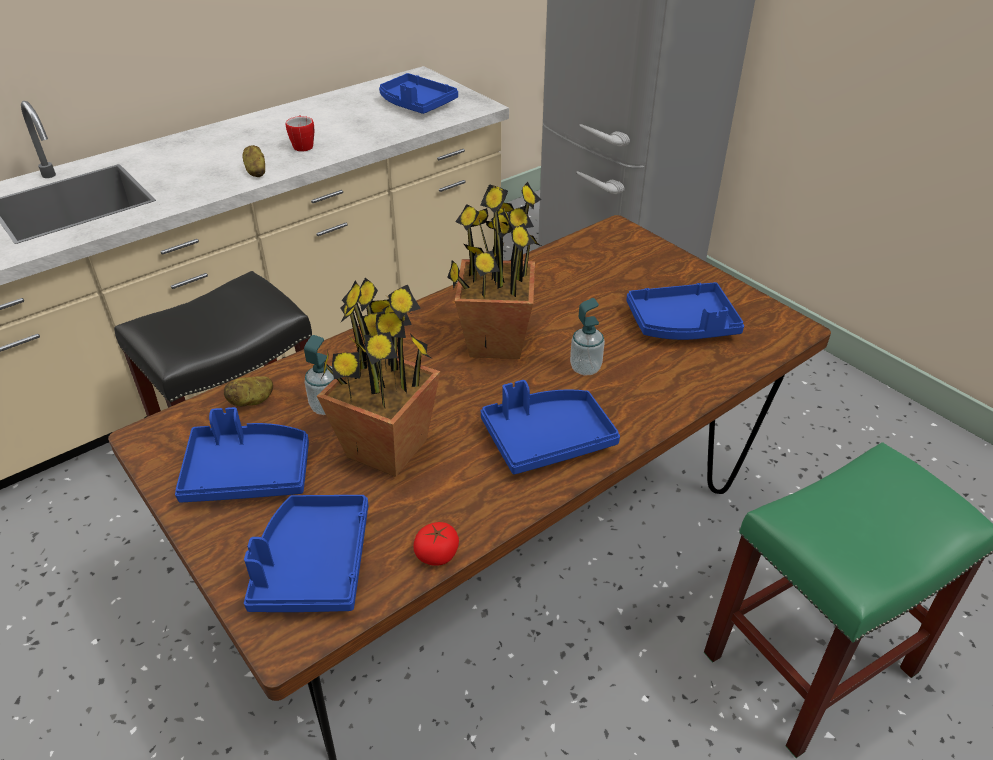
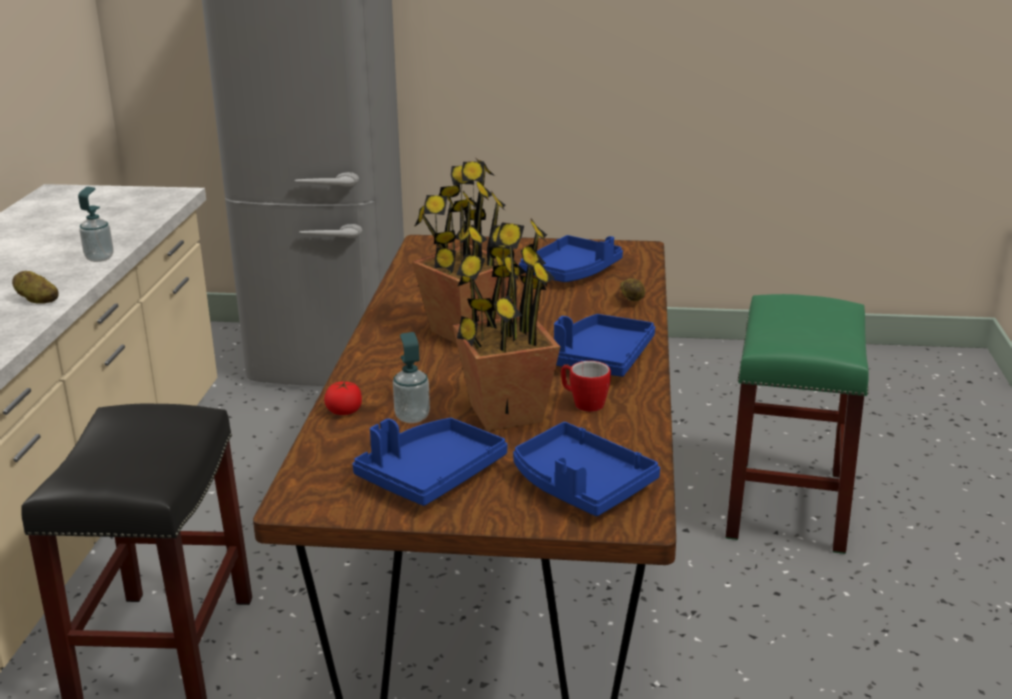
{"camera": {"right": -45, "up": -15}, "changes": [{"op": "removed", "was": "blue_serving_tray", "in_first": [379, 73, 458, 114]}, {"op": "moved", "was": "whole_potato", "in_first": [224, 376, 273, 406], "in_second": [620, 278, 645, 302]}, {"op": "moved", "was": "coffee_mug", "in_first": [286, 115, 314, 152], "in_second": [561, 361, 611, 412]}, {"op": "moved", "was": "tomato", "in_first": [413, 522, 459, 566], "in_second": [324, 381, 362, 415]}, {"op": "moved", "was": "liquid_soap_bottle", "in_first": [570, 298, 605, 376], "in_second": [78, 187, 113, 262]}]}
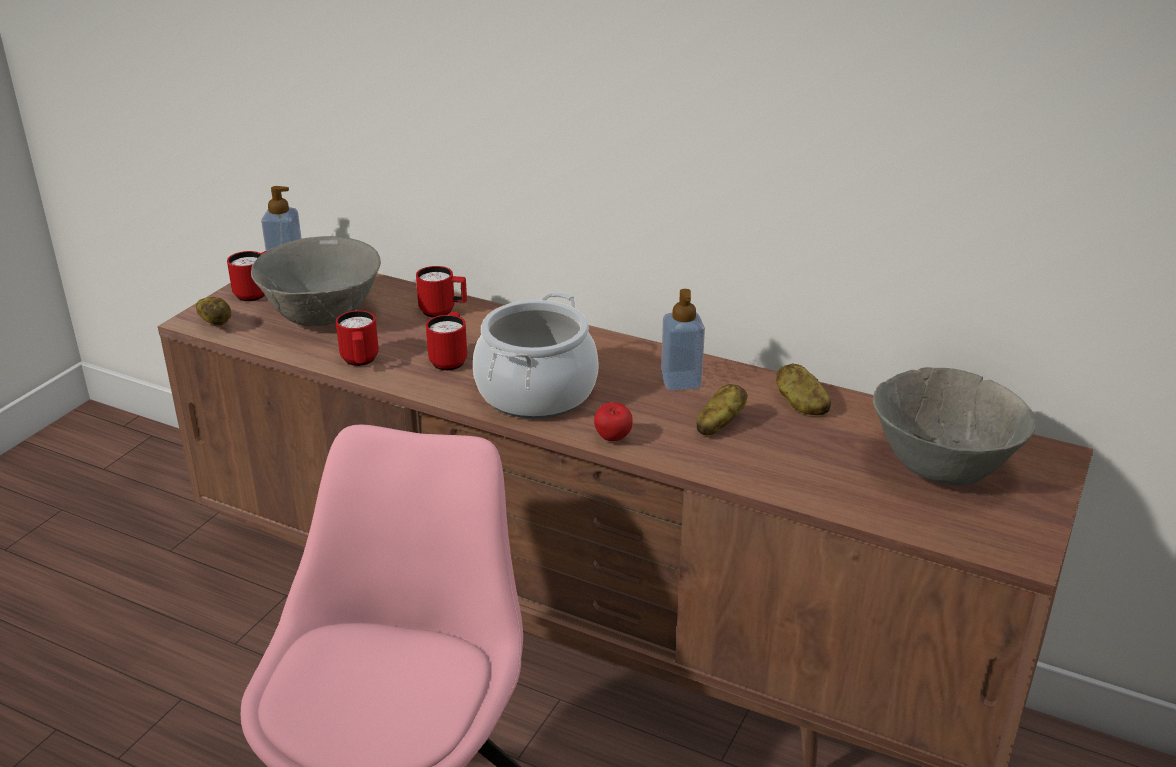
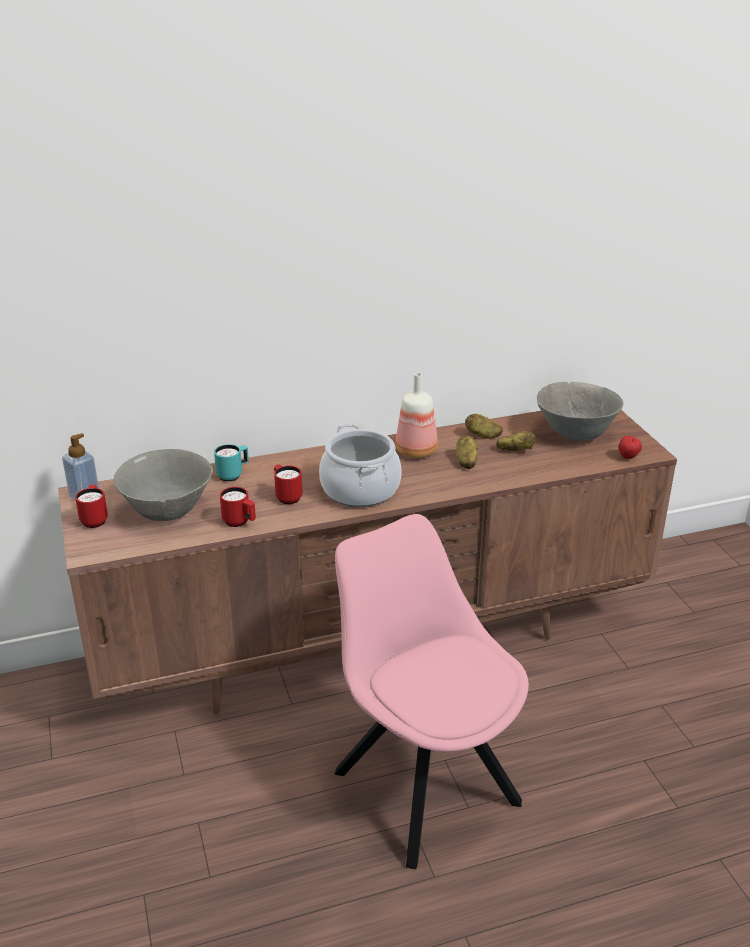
{"camera": {"right": -45, "up": 0}, "changes": [{"op": "moved", "was": "whole_potato", "in_first": [196, 297, 231, 326], "in_second": [496, 431, 536, 451]}, {"op": "moved", "was": "apple_fruit", "in_first": [594, 402, 633, 441], "in_second": [619, 436, 642, 459]}, {"op": "replaced", "was": "liquid_soap_bottle", "now": "bottle", "in_first": [661, 289, 705, 391], "in_second": [396, 373, 438, 458]}, {"op": "recoloured", "was": "red-coloured_coffee_mug", "now": "turquoise_coffee_mug", "in_first": [416, 266, 467, 317], "in_second": [214, 444, 249, 482]}]}
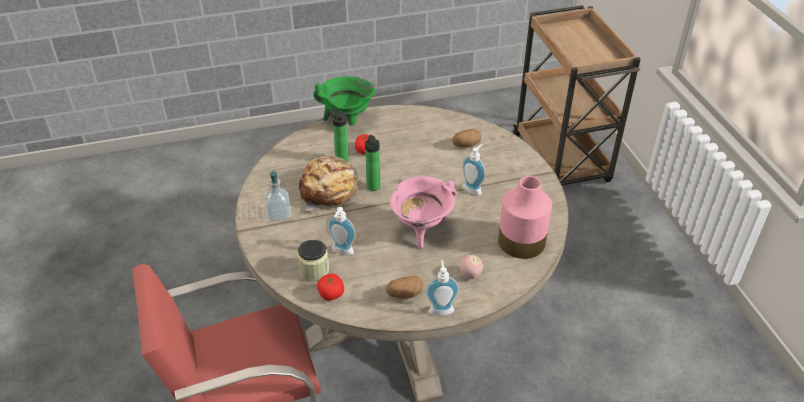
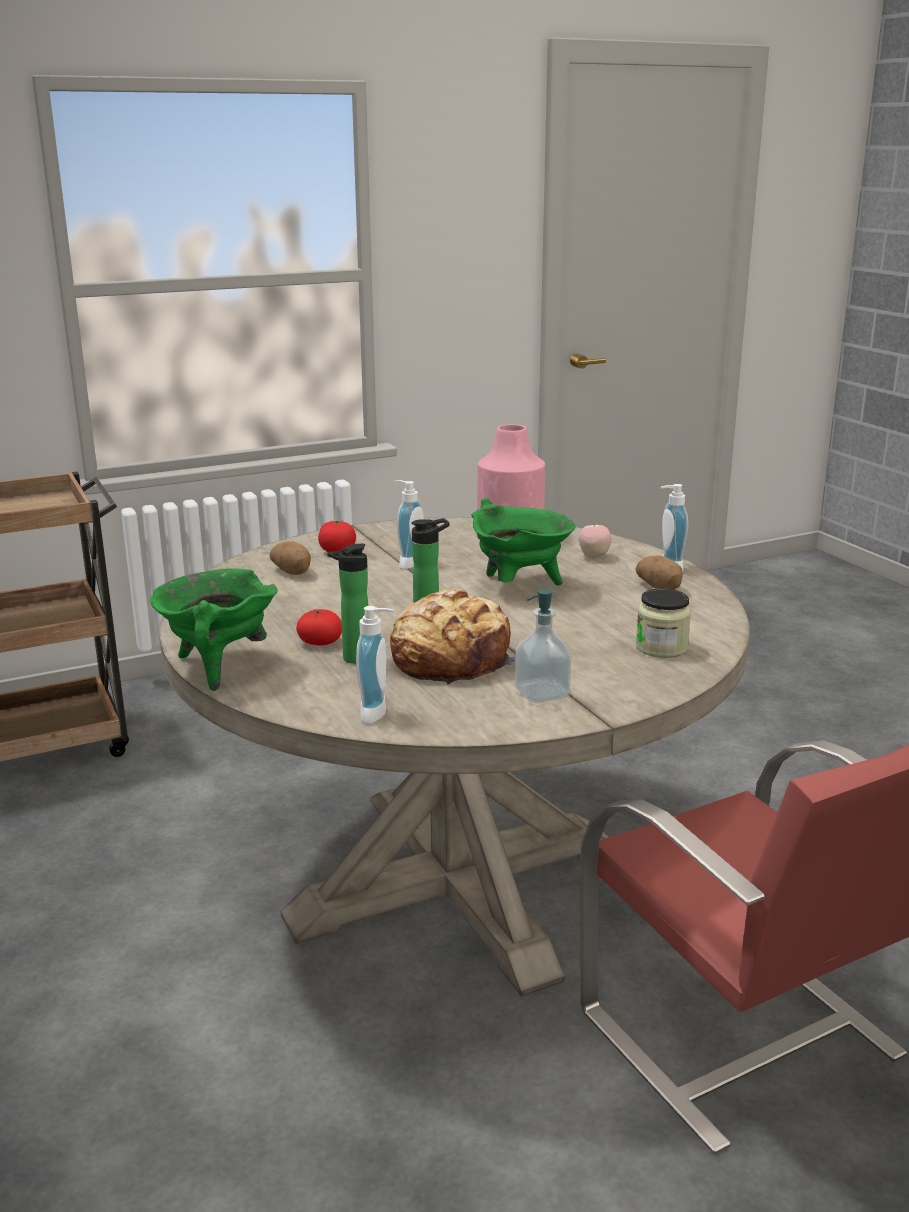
{"camera": {"right": -100, "up": -20}, "changes": [{"op": "moved", "was": "tomato", "in_first": [317, 274, 344, 301], "in_second": [318, 521, 356, 552]}, {"op": "moved", "was": "liquid_soap_bottle", "in_first": [328, 207, 356, 255], "in_second": [356, 606, 394, 724]}, {"op": "recoloured", "was": "pink-coloured_stockpot", "now": "green-coloured_stockpot", "in_first": [390, 176, 457, 248], "in_second": [471, 498, 575, 585]}]}
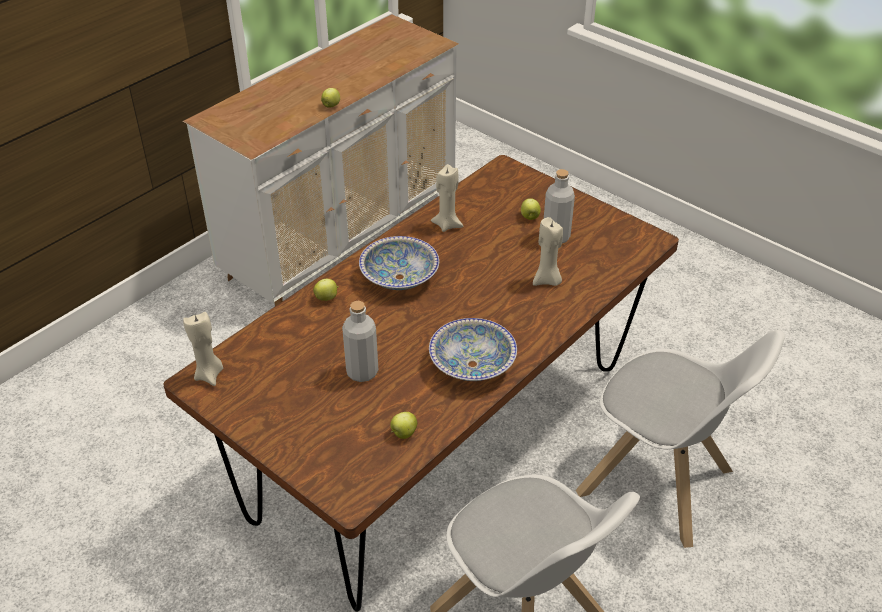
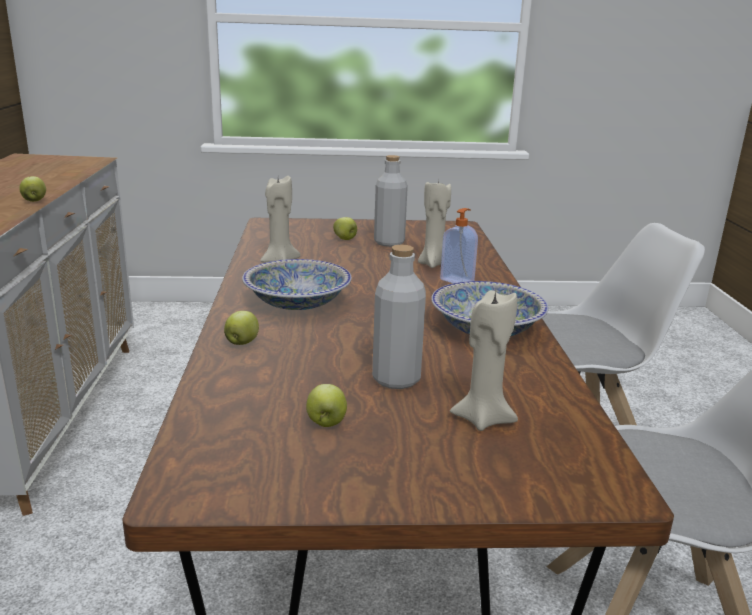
{"camera": {"right": -45, "up": -20}, "changes": [{"op": "added", "now": "liquid_soap_bottle", "in_second": [440, 208, 478, 283]}, {"op": "moved", "was": "sand-coloured_candle", "in_first": [183, 312, 223, 386], "in_second": [450, 290, 518, 431]}, {"op": "moved", "was": "apple_fruit", "in_first": [390, 412, 417, 439], "in_second": [306, 384, 347, 427]}]}
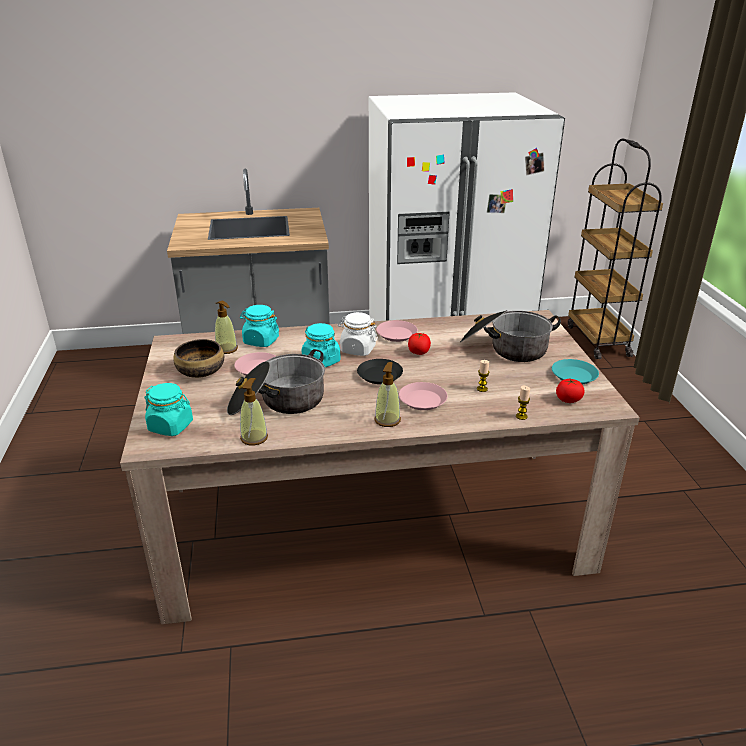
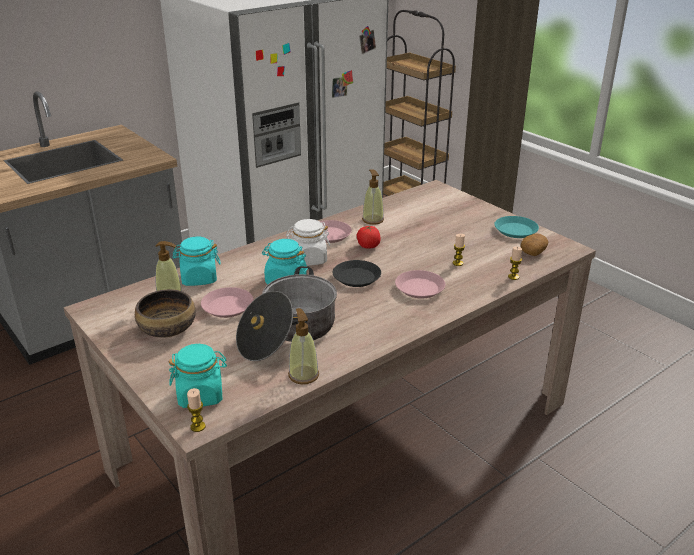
{"camera": {"right": -30, "up": 0}, "changes": [{"op": "removed", "was": "stockpot", "in_first": [460, 310, 561, 362]}, {"op": "added", "now": "candle", "in_second": [187, 388, 206, 432]}, {"op": "moved", "was": "liquid_soap_bottle", "in_first": [375, 362, 401, 427], "in_second": [362, 169, 384, 225]}, {"op": "replaced", "was": "tomato", "now": "whole_potato", "in_first": [556, 379, 585, 403], "in_second": [521, 233, 548, 256]}]}
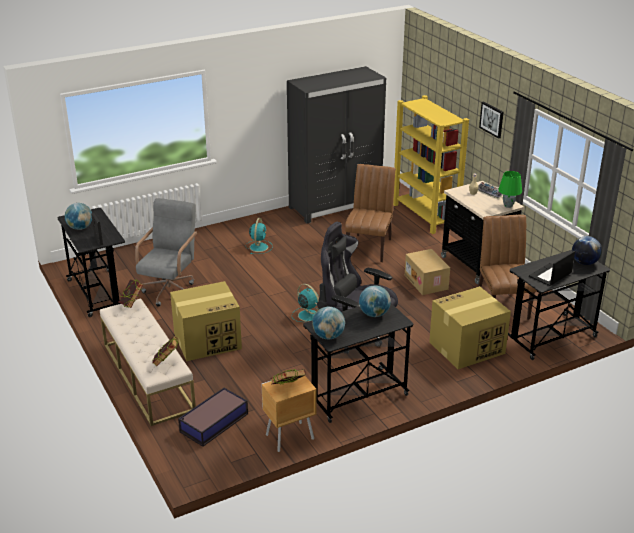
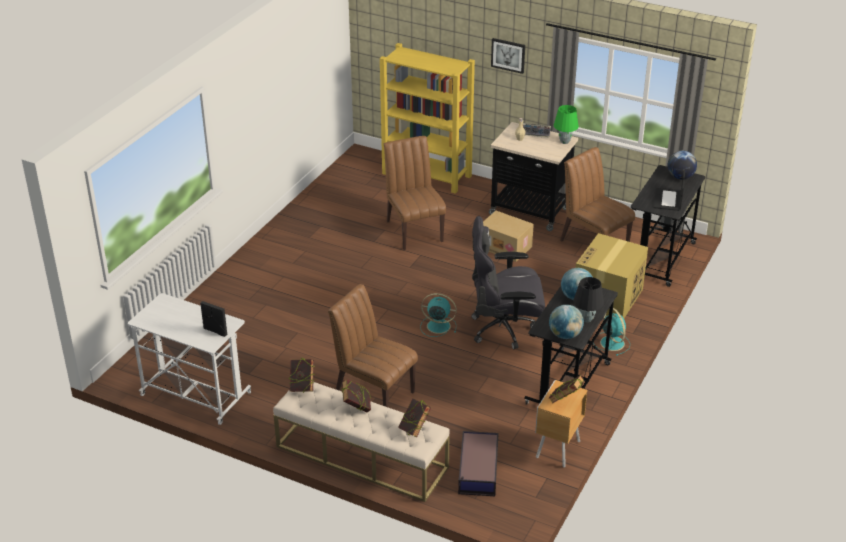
{"camera": {"right": -35, "up": 5}, "changes": [{"op": "removed", "was": "globe", "in_first": [65, 203, 92, 230]}, {"op": "removed", "was": "greyish_office_chair", "in_first": [135, 198, 197, 306]}, {"op": "removed", "was": "blackish_storage_cabinet", "in_first": [287, 66, 386, 223]}, {"op": "added", "now": "bound_book", "in_second": [342, 379, 371, 413]}, {"op": "added", "now": "blackish_lamp_for_a_table", "in_second": [573, 277, 604, 323]}, {"op": "moved", "was": "turquoise_cooling_fan", "in_first": [246, 218, 273, 254], "in_second": [593, 308, 630, 356]}, {"op": "replaced", "was": "packing_box", "now": "brown-coloured_plain_chair", "in_first": [170, 281, 242, 361], "in_second": [328, 284, 418, 407]}, {"op": "recoloured", "was": "blackish_desk_table", "now": "white_desk_table", "in_first": [57, 208, 125, 317], "in_second": [128, 293, 251, 425]}]}
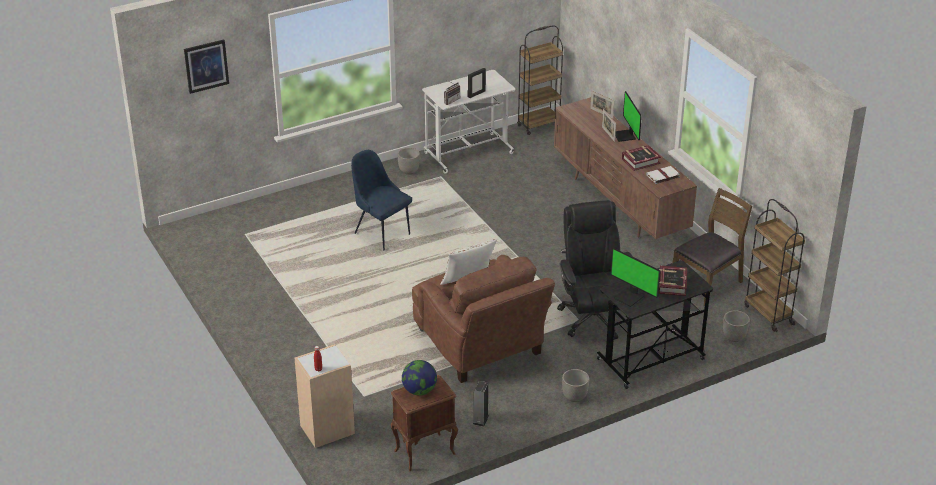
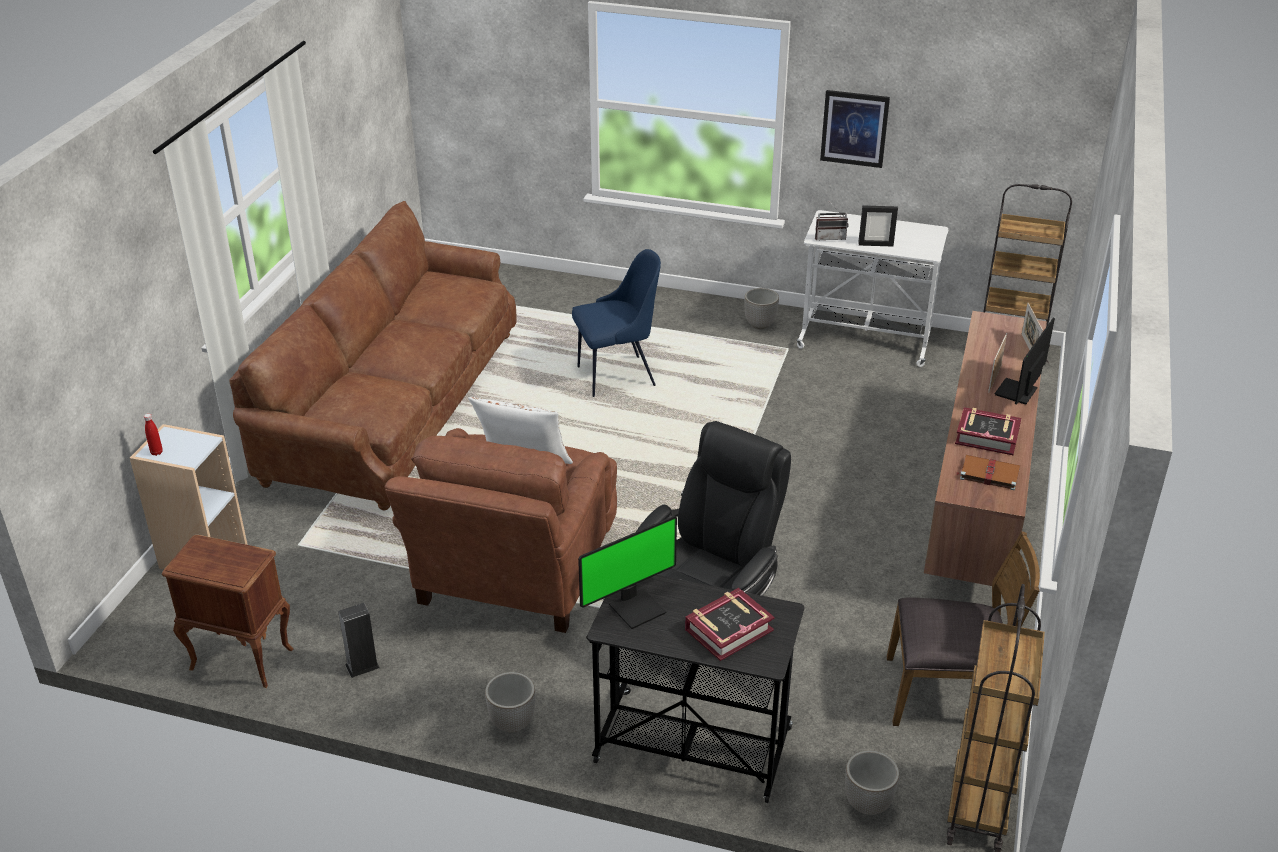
{"camera": {"right": 45, "up": 0}, "changes": [{"op": "removed", "was": "globe", "in_first": [402, 360, 437, 395]}, {"op": "added", "now": "brown-coloured_settee", "in_second": [229, 201, 517, 510]}, {"op": "moved", "was": "wall_picture", "in_first": [184, 40, 229, 94], "in_second": [820, 90, 890, 168]}, {"op": "recoloured", "was": "white_bound_book", "now": "brown-coloured_bound_book", "in_first": [646, 166, 680, 184], "in_second": [956, 455, 1020, 490]}, {"op": "turned", "was": "blue_plain_chair", "in_first": [351, 150, 412, 250], "in_second": [572, 249, 661, 397], "clockwise": 75}, {"op": "turned", "was": "computer_screen", "in_first": [610, 248, 661, 307], "in_second": [578, 516, 677, 629], "clockwise": -120}]}
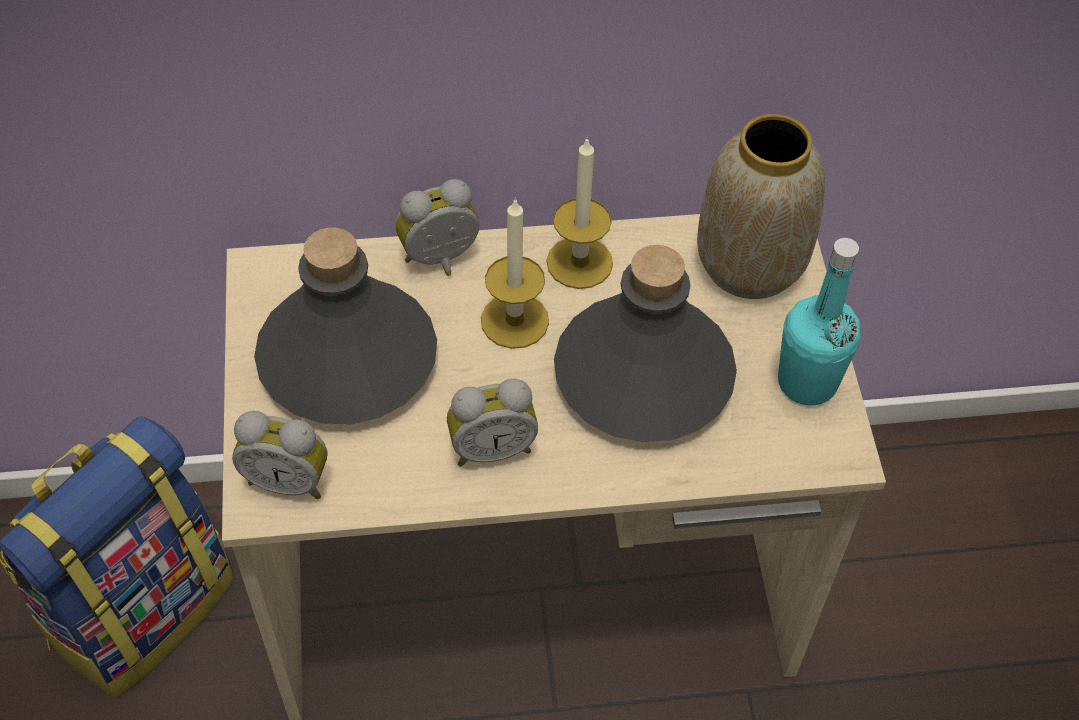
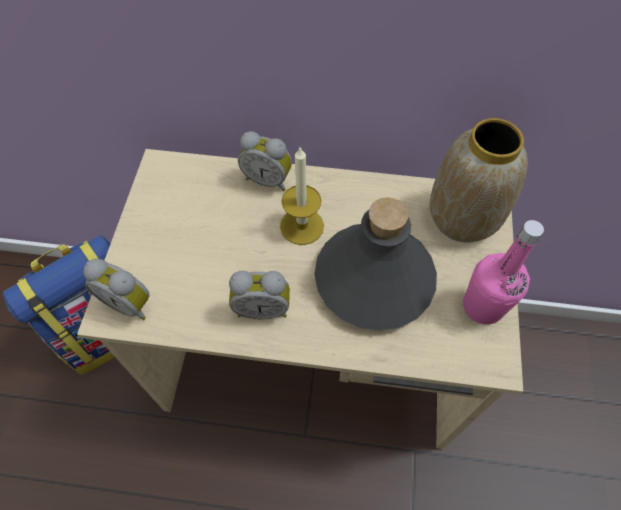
{"camera": {"right": 15, "up": 5}, "changes": [{"op": "removed", "was": "greyish_bottle", "in_first": [254, 227, 437, 425]}, {"op": "removed", "was": "candle", "in_first": [546, 138, 613, 289]}, {"op": "recoloured", "was": "turquoise_bottle", "now": "pink-coloured_bottle", "in_first": [778, 238, 861, 405], "in_second": [463, 220, 544, 324]}, {"op": "turned", "was": "table_clock", "in_first": [395, 179, 479, 276], "in_second": [238, 131, 292, 191], "clockwise": -150}]}
